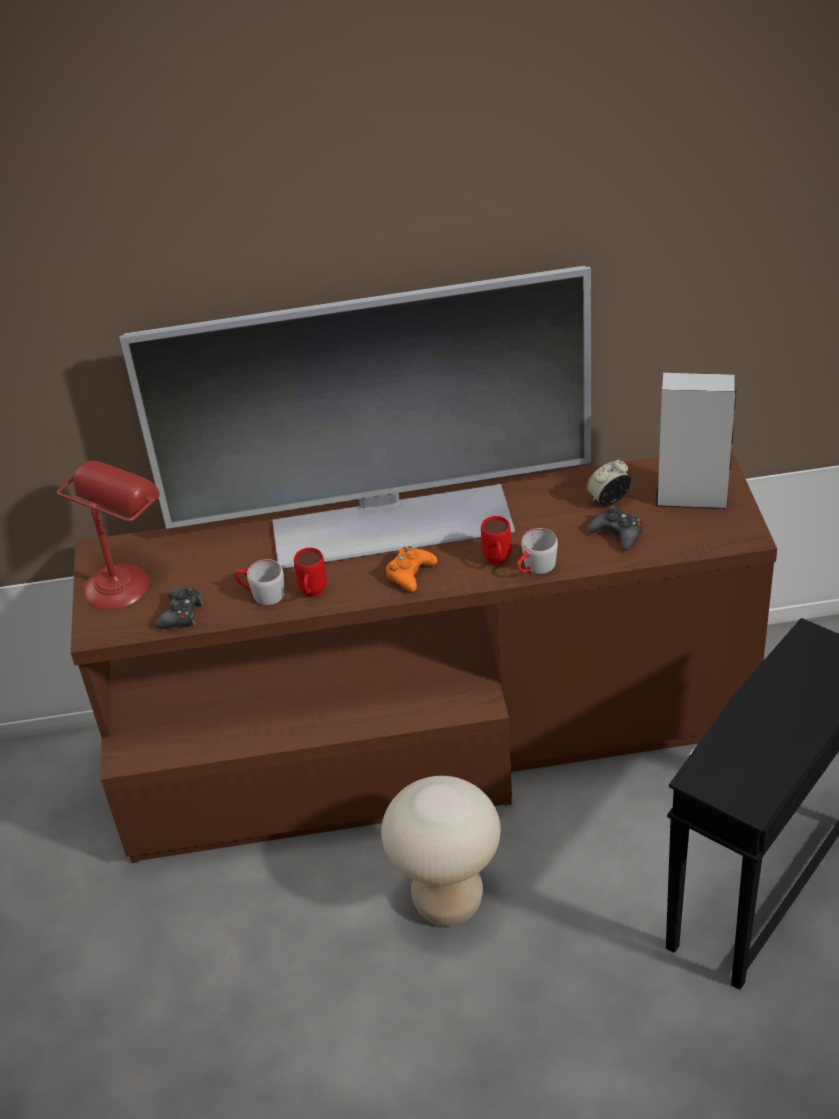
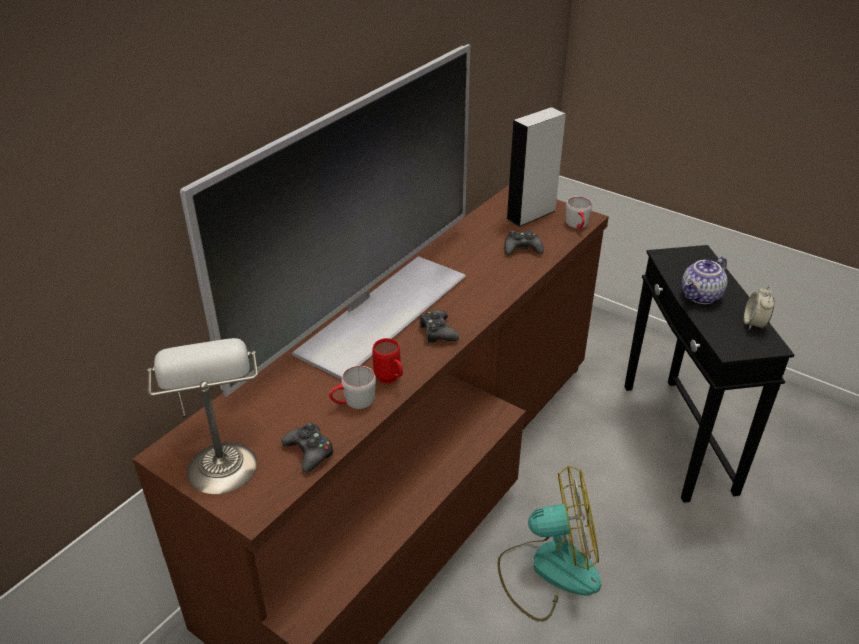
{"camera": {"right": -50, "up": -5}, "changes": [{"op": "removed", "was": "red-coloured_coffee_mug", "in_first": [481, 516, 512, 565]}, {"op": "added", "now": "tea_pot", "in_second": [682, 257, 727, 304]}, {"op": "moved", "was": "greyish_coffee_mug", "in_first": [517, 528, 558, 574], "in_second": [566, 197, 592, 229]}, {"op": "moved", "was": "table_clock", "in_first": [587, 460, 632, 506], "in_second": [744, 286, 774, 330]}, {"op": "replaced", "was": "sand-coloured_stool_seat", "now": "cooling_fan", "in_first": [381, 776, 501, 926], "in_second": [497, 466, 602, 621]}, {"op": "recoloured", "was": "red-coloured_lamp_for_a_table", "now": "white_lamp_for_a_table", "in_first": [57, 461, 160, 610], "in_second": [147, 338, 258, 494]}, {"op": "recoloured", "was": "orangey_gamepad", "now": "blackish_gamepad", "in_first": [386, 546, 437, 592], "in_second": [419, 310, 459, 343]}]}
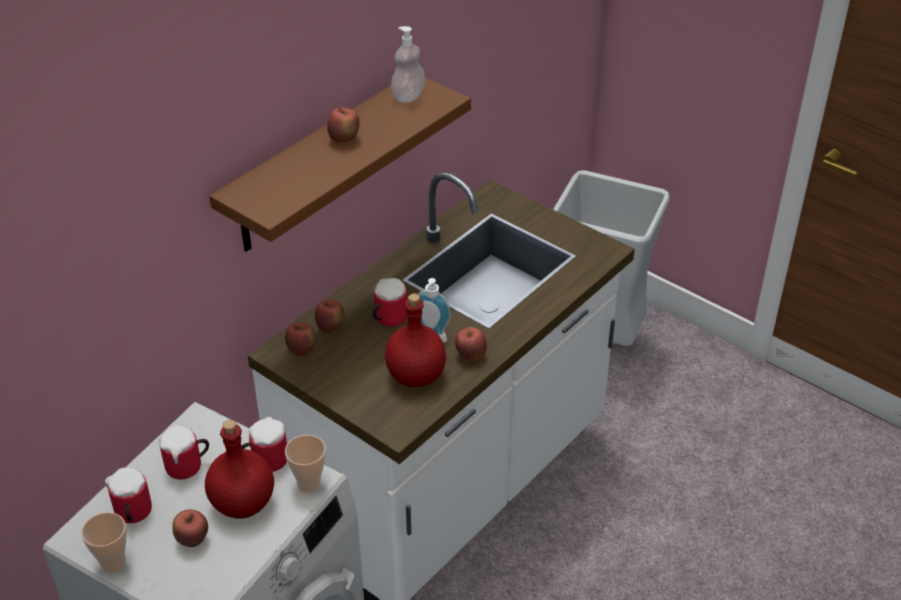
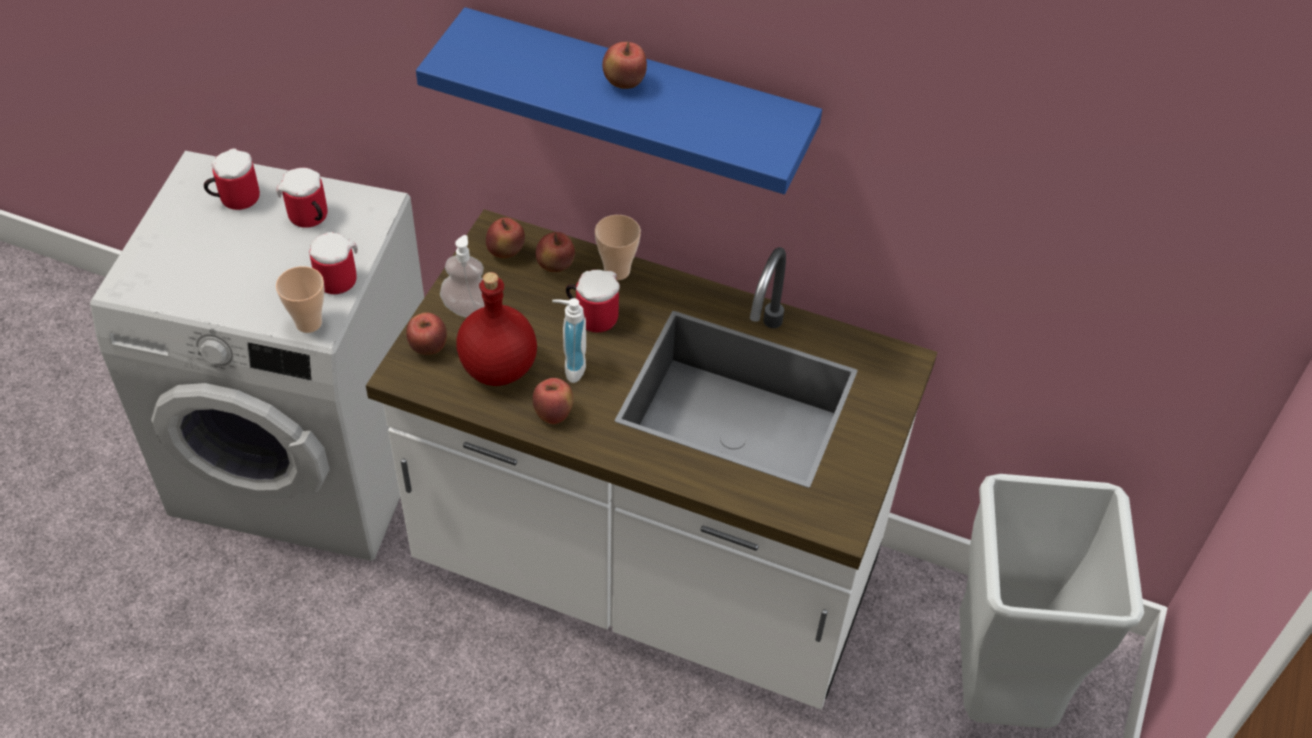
{"camera": {"right": 70, "up": 10}, "changes": [{"op": "removed", "was": "red-coloured_bottle", "in_first": [205, 420, 274, 519]}, {"op": "moved", "was": "cup", "in_first": [81, 512, 127, 573], "in_second": [595, 215, 641, 280]}, {"op": "moved", "was": "apple_fruit", "in_first": [172, 510, 208, 547], "in_second": [406, 312, 447, 355]}, {"op": "moved", "was": "liquid_soap_bottle", "in_first": [391, 26, 426, 103], "in_second": [440, 235, 485, 317]}, {"op": "recoloured", "was": "brown-coloured_bracket_shelf", "now": "blue_bracket_shelf", "in_first": [209, 78, 471, 252], "in_second": [416, 7, 822, 194]}]}
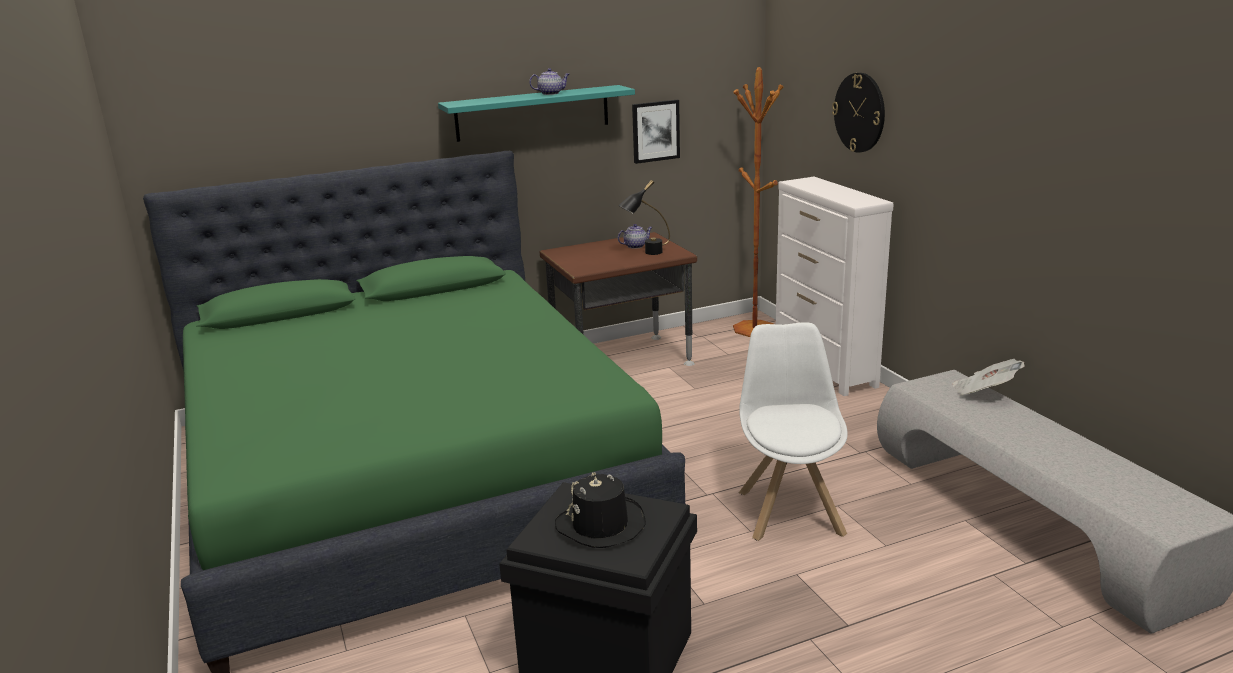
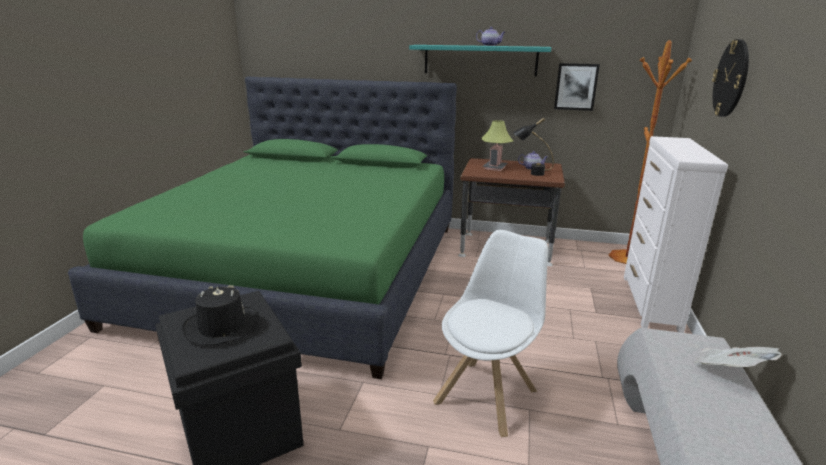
{"camera": {"right": 35, "up": 0}, "changes": [{"op": "added", "now": "lamp_for_a_table", "in_second": [481, 120, 513, 171]}]}
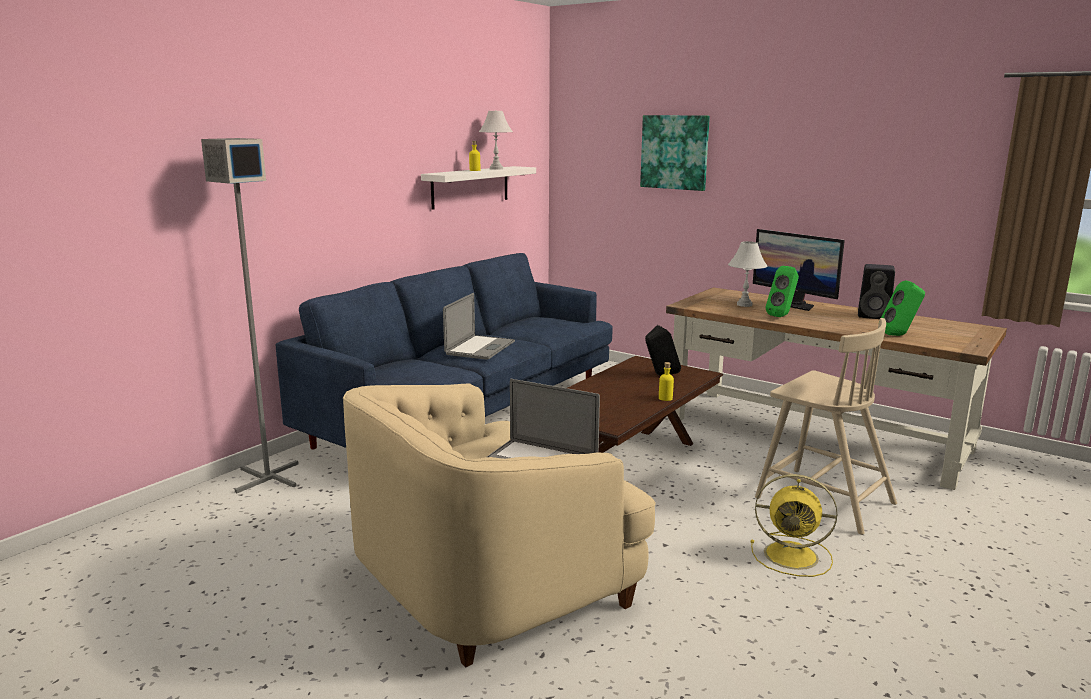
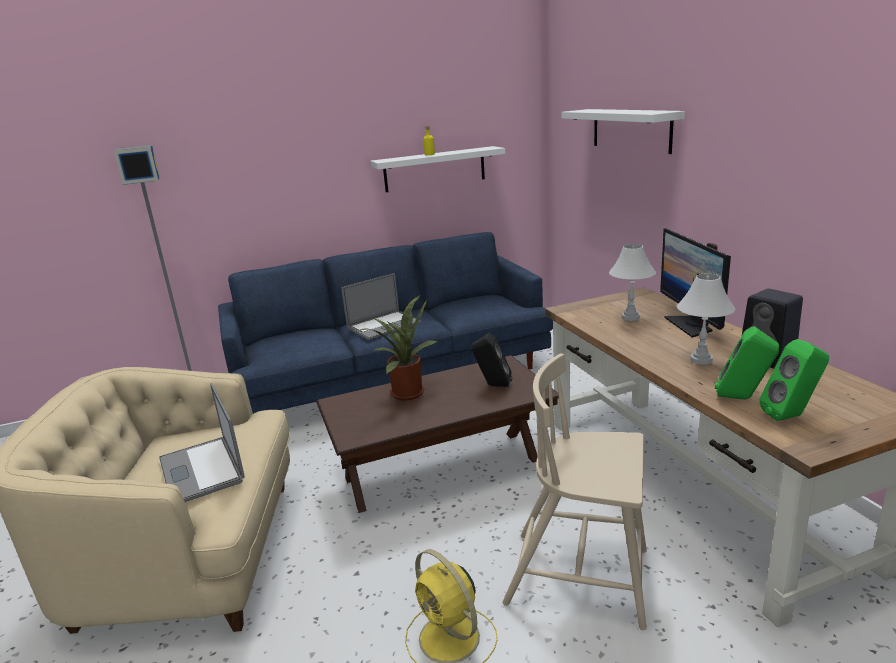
{"camera": {"right": 35, "up": 5}, "changes": [{"op": "removed", "was": "yellowish_bottle", "in_first": [659, 362, 674, 401]}, {"op": "added", "now": "houseplant", "in_second": [358, 295, 437, 400]}, {"op": "moved", "was": "white_lamp_for_a_table", "in_first": [479, 110, 513, 170], "in_second": [677, 274, 735, 365]}, {"op": "moved", "was": "green-coloured_audio_speaker", "in_first": [766, 266, 799, 317], "in_second": [759, 339, 829, 421]}, {"op": "replaced", "was": "wall_picture", "now": "white_bracket_shelf", "in_first": [640, 115, 710, 191], "in_second": [562, 109, 685, 154]}, {"op": "turned", "was": "sand-coloured_plain_chair", "in_first": [755, 318, 897, 535], "in_second": [502, 354, 647, 630], "clockwise": 120}]}
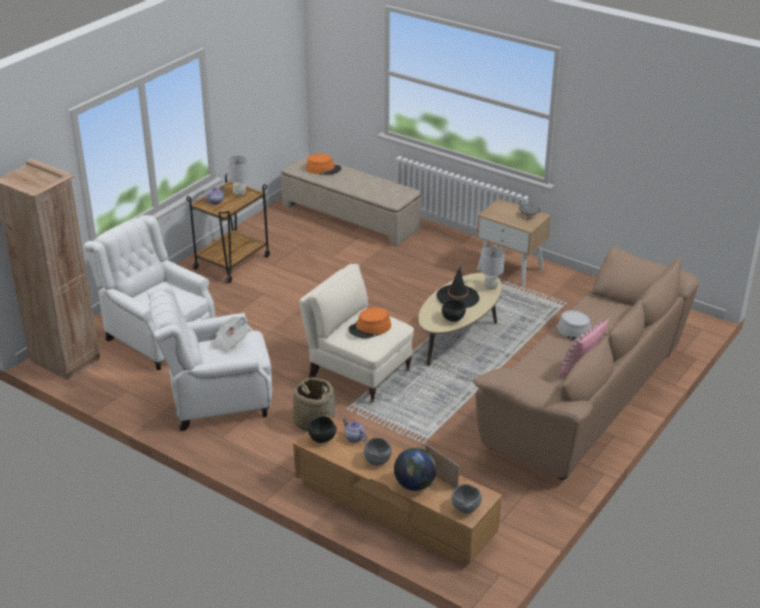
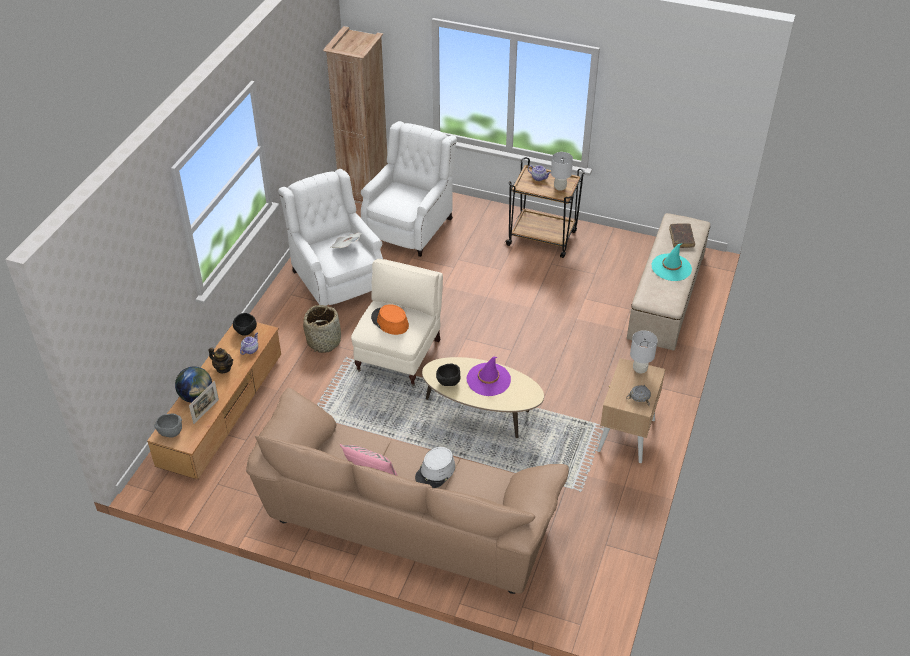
{"camera": {"right": 75, "up": 10}, "changes": [{"op": "added", "now": "turquoise_clothing_hat", "in_second": [652, 243, 692, 281]}, {"op": "moved", "was": "greyish_lamp_for_a_table", "in_first": [481, 247, 505, 289], "in_second": [630, 330, 658, 374]}, {"op": "replaced", "was": "orangey_clothing_hat", "now": "brown-coloured_bound_book", "in_first": [306, 154, 342, 175], "in_second": [669, 223, 695, 248]}, {"op": "replaced", "was": "greyish_bowl", "now": "tea_pot", "in_first": [364, 438, 392, 466], "in_second": [209, 347, 233, 373]}, {"op": "recoloured", "was": "blackish_clothing_hat", "now": "purple_clothing_hat", "in_first": [436, 267, 480, 308], "in_second": [467, 357, 511, 396]}]}
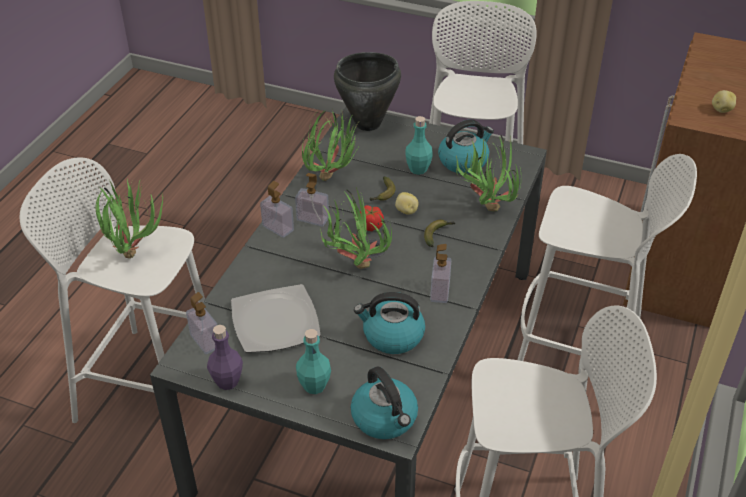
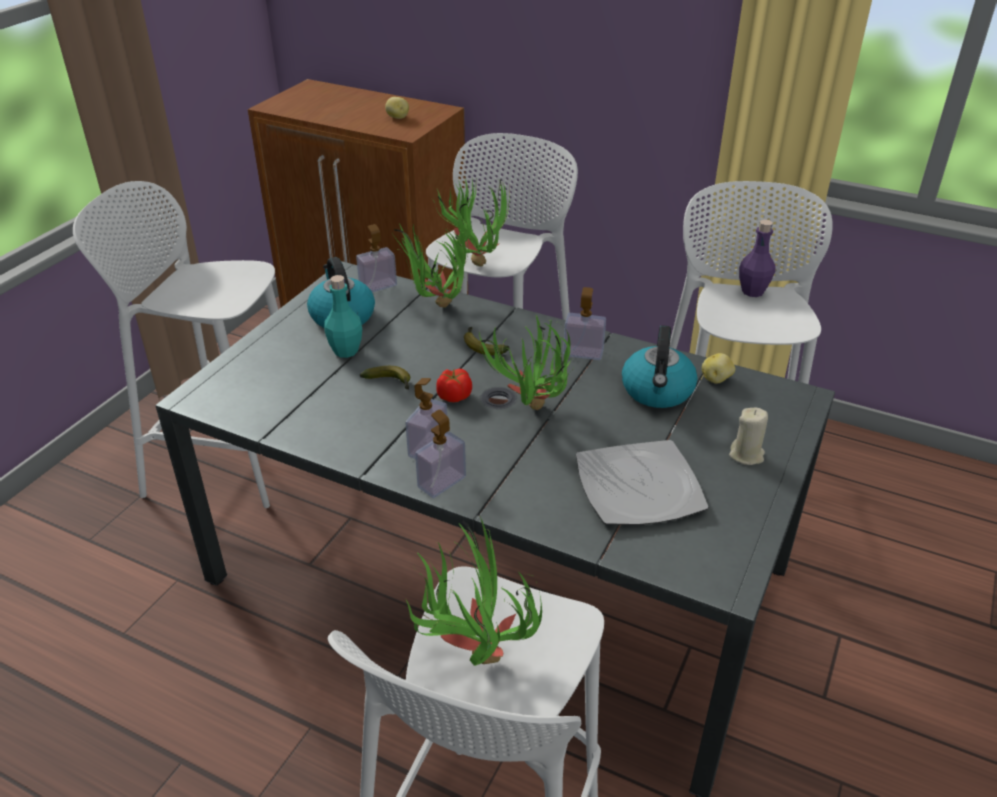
{"camera": {"right": -85, "up": -5}, "changes": [{"op": "removed", "was": "blackish_stockpot", "in_first": [334, 52, 401, 131]}, {"op": "removed", "was": "water_kettle", "in_first": [351, 366, 418, 439]}, {"op": "moved", "was": "liquid_soap_bottle", "in_first": [186, 292, 217, 354], "in_second": [356, 224, 397, 292]}, {"op": "moved", "was": "purple_bottle", "in_first": [207, 325, 243, 390], "in_second": [739, 220, 776, 297]}, {"op": "moved", "was": "houseplant", "in_first": [302, 111, 361, 181], "in_second": [432, 177, 510, 266]}, {"op": "moved", "was": "whole_potato", "in_first": [395, 192, 418, 215], "in_second": [702, 353, 735, 384]}, {"op": "replaced", "was": "turquoise_bottle", "now": "sand-coloured_candle", "in_first": [296, 329, 331, 394], "in_second": [729, 408, 768, 465]}]}
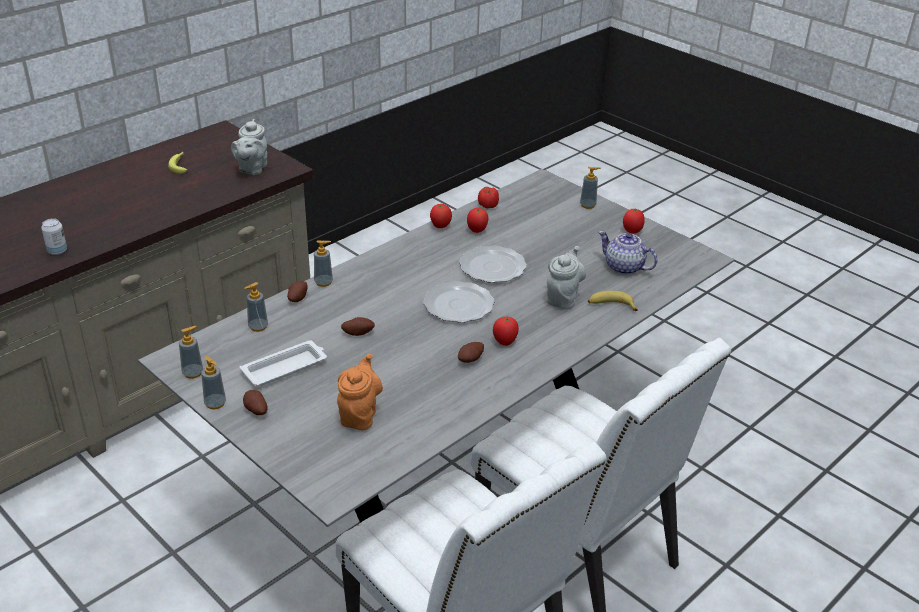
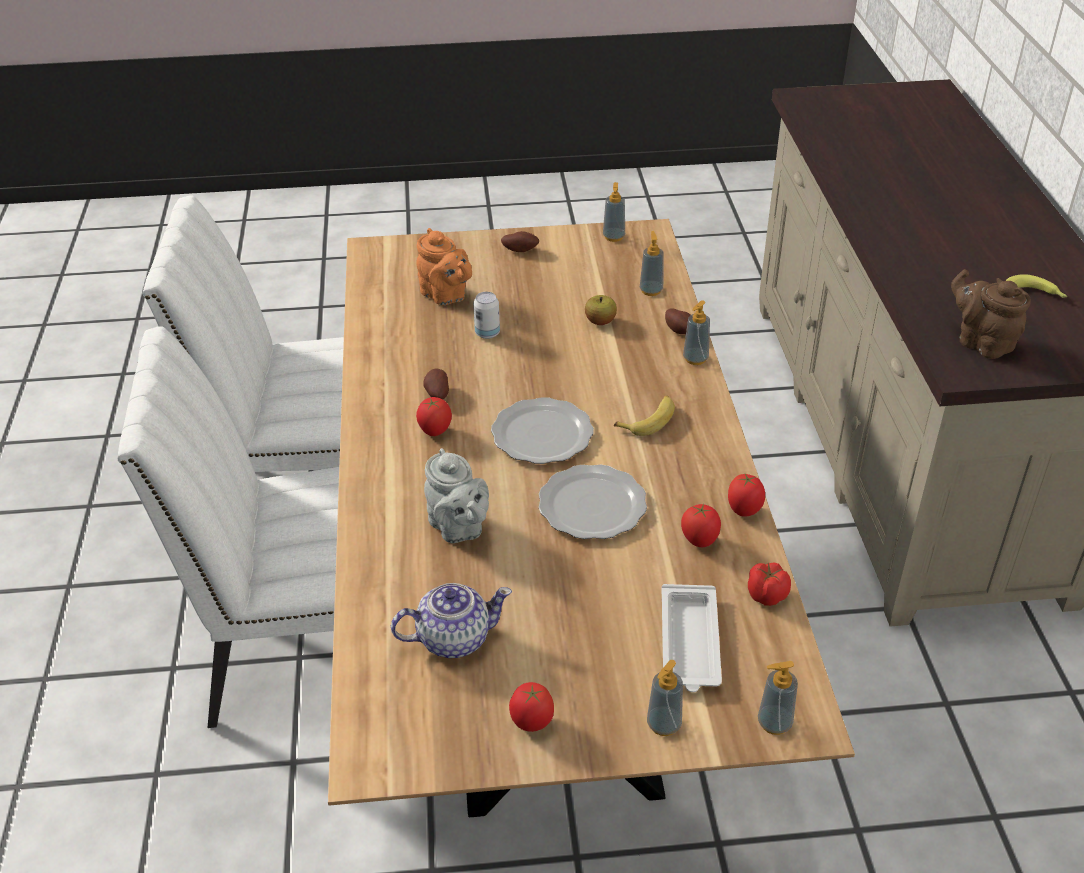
{"camera": {"right": 130, "up": 5}, "changes": [{"op": "removed", "was": "whole_potato", "in_first": [341, 317, 375, 336]}, {"op": "added", "now": "apple_fruit", "in_second": [585, 295, 617, 325]}, {"op": "moved", "was": "can", "in_first": [41, 218, 67, 255], "in_second": [473, 292, 500, 339]}, {"op": "moved", "was": "liquid_soap_bottle", "in_first": [201, 356, 226, 409], "in_second": [758, 661, 798, 735]}, {"op": "moved", "was": "white_serving_tray", "in_first": [240, 340, 327, 386], "in_second": [662, 584, 722, 692]}, {"op": "moved", "was": "banana_fruit", "in_first": [588, 291, 638, 311], "in_second": [614, 396, 675, 436]}, {"op": "recoloured", "was": "greyish_kitchen_table", "now": "brown-coloured_kitchen_table", "in_first": [138, 169, 734, 527], "in_second": [328, 219, 855, 817]}, {"op": "recoloured", "was": "greyish_tea_pot", "now": "brown-coloured_tea_pot", "in_first": [231, 119, 267, 175], "in_second": [951, 269, 1031, 359]}]}
